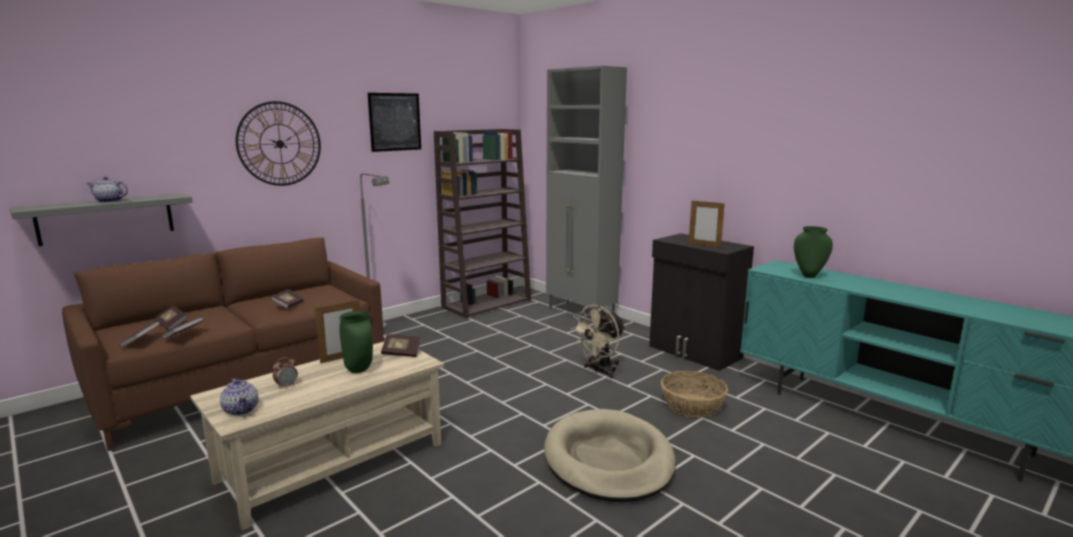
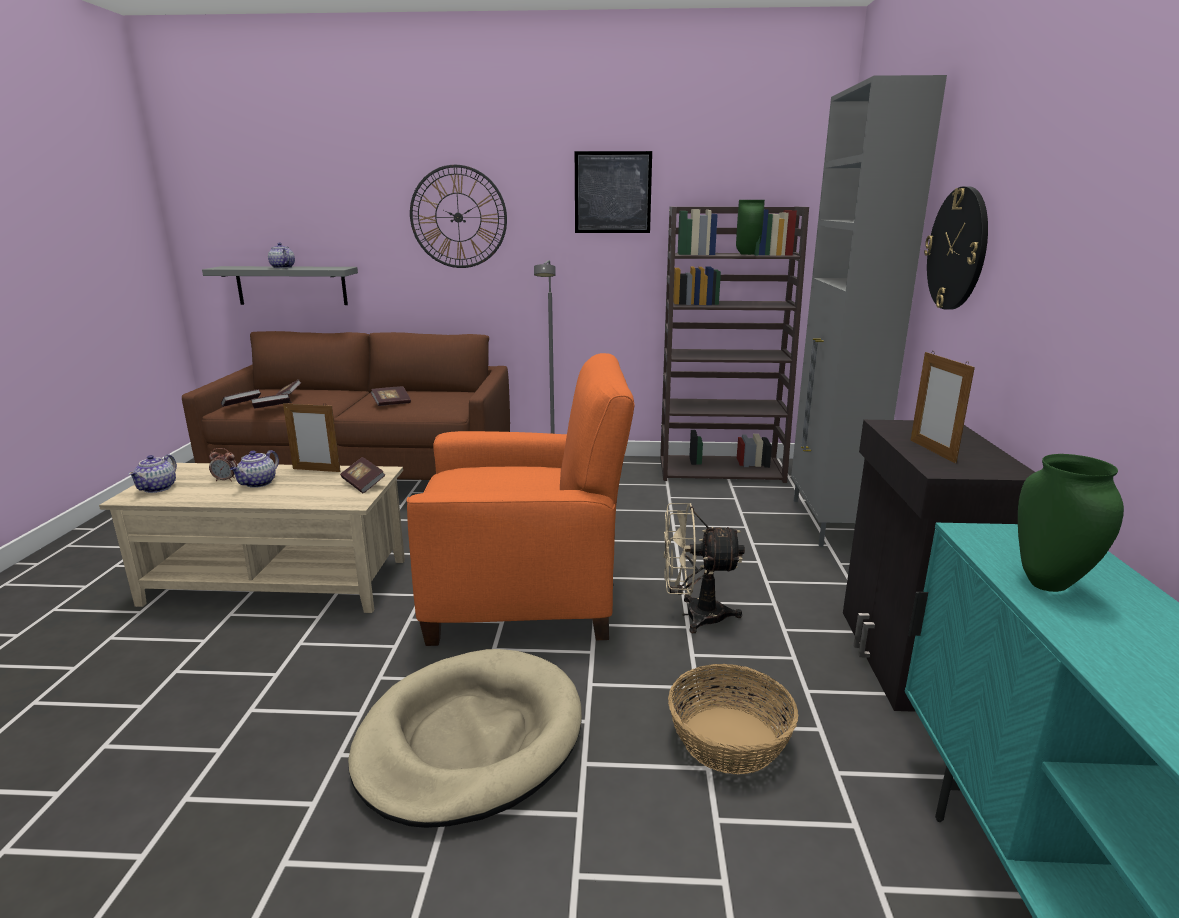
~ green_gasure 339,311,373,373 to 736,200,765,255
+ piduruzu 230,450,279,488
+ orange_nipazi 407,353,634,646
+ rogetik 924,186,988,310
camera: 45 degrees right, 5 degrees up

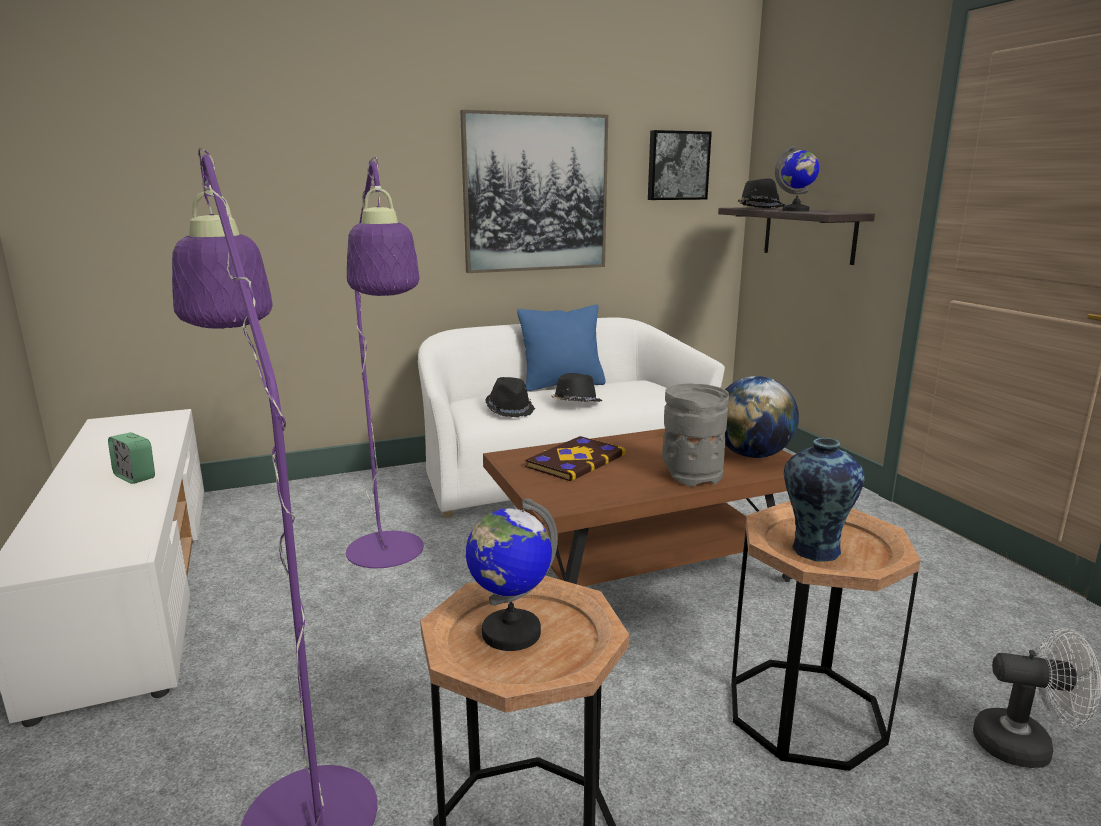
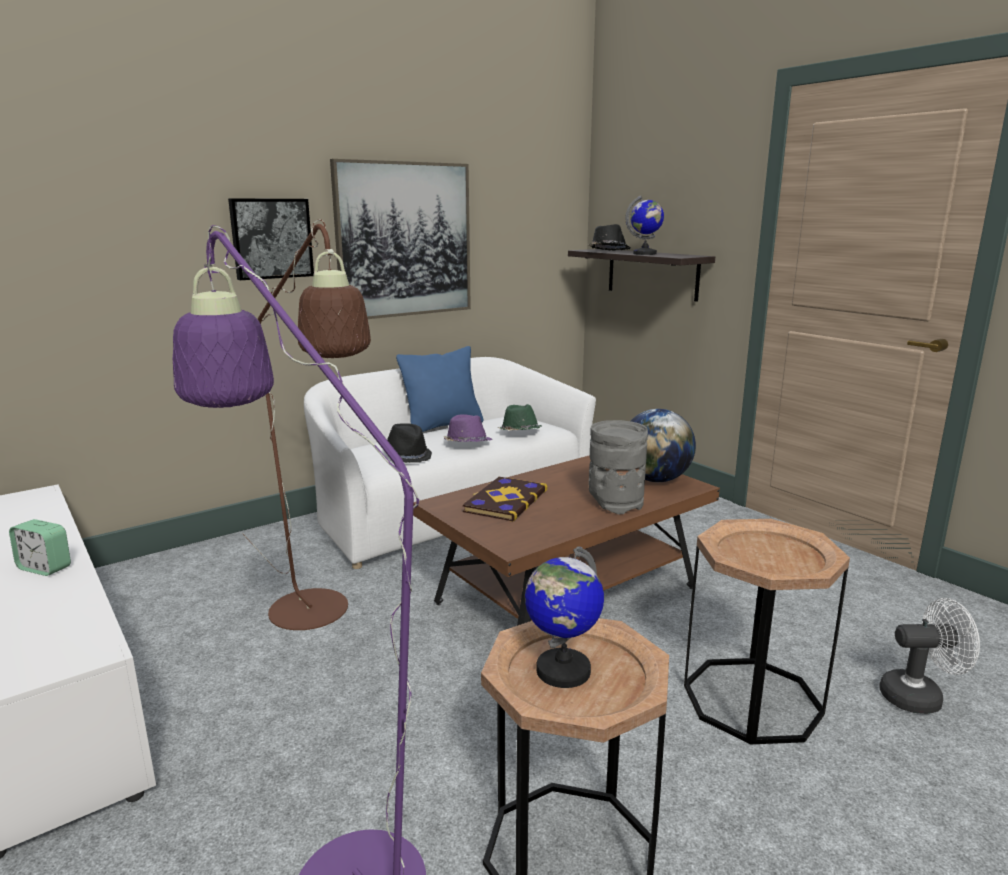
~ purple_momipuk 346,157,424,568 to brown_momipuk 242,219,371,630
~ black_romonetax 551,373,602,402 to purple_romonetax 444,414,492,442
~ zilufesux 648,130,712,200 to 228,198,314,280
- gasure 784,438,865,562
+ green_romonetax 498,404,542,431
camera: 15 degrees left, 0 degrees up

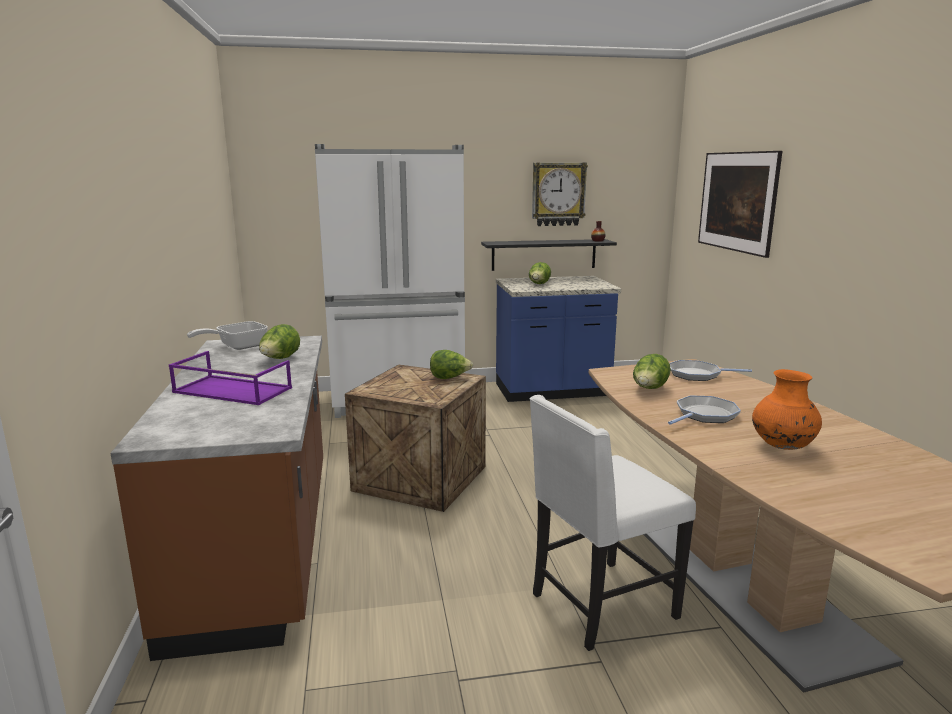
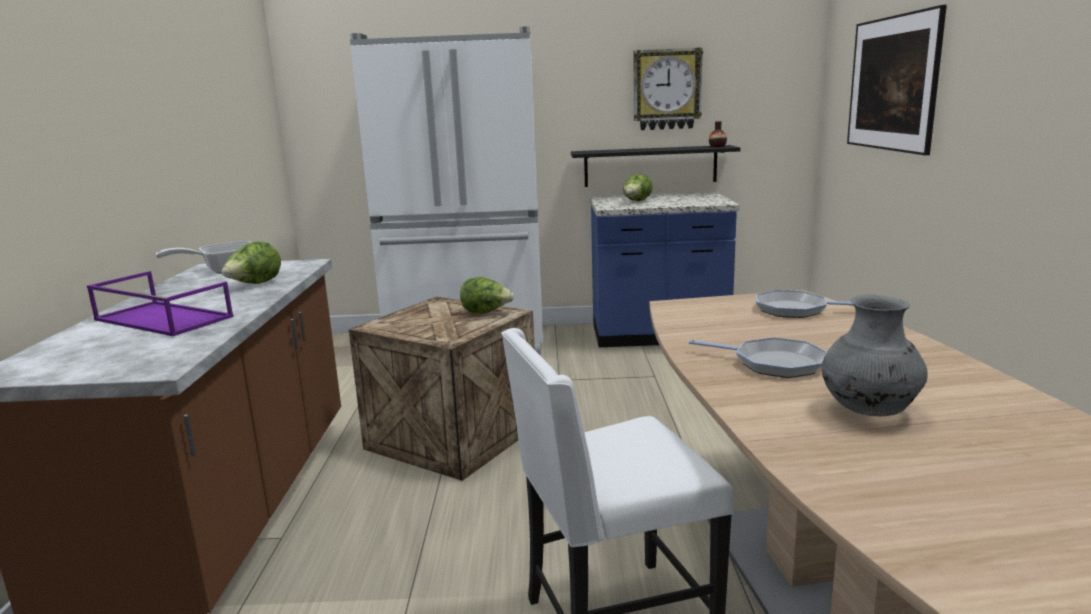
- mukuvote 633,354,671,389
~ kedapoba 668,396,741,425 = 689,337,827,378 60 degrees clockwise
~ orange_gasure 752,369,822,450 to grey_gasure 822,294,927,416
camera: 10 degrees right, 0 degrees up

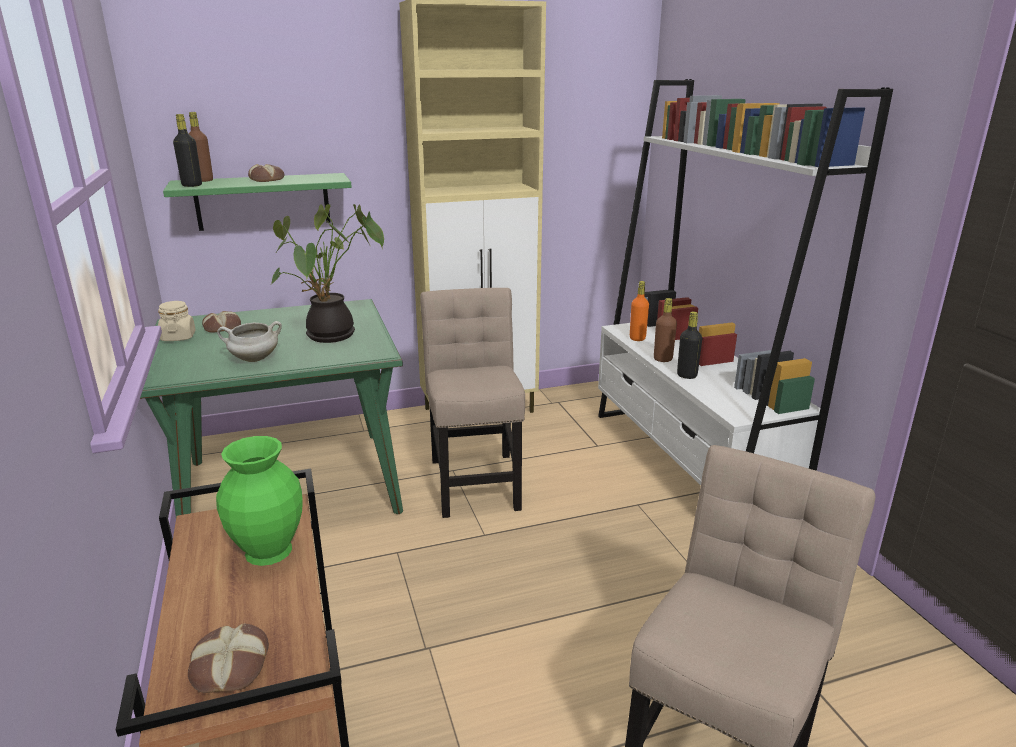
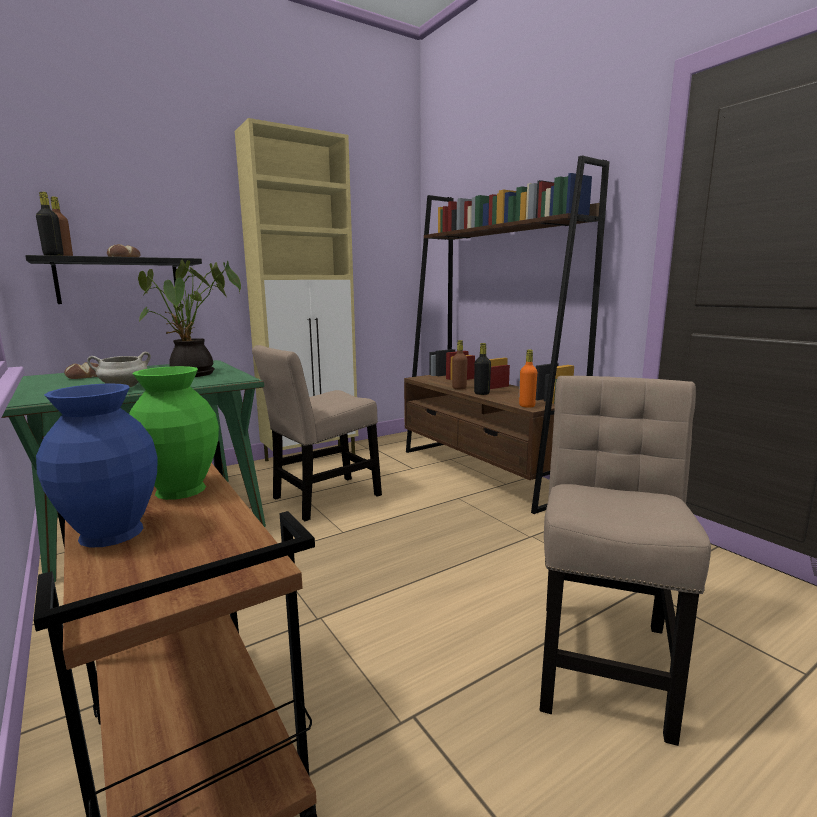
- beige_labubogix 158,301,196,341
~ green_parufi 163,173,352,231 to black_parufi 25,255,202,304
- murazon 188,624,269,693
~ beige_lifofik 420,288,525,518 = 252,345,382,521 105 degrees counterclockwise
~ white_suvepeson 598,79,893,485 to brown_suvepeson 404,155,609,514
~ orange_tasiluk 630,281,649,341 to 519,349,537,408
+ blue_gasure 36,383,158,548
camera: 15 degrees left, 10 degrees down

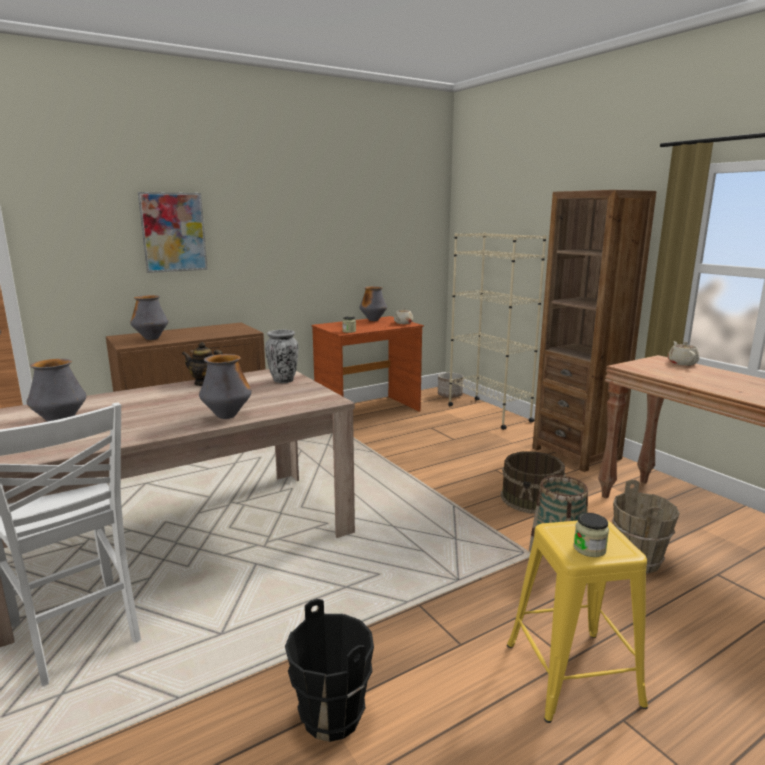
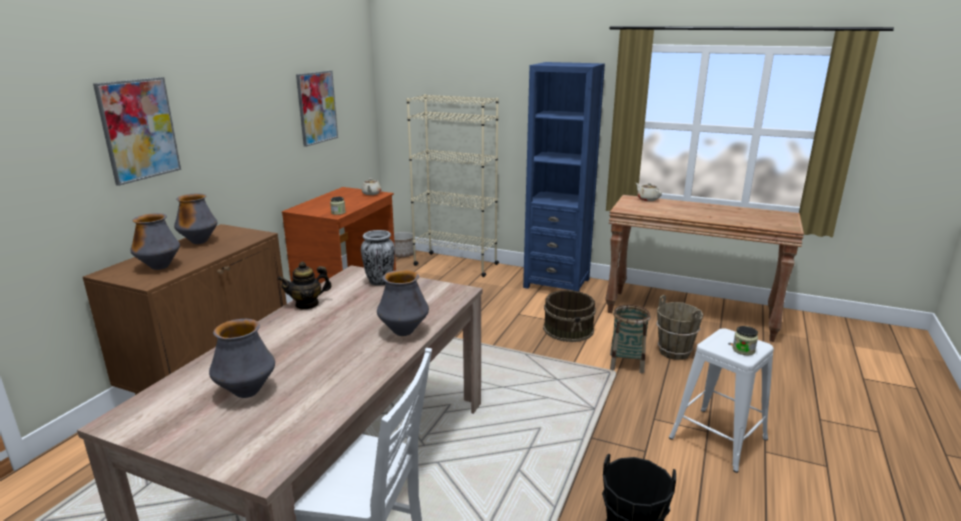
~ gasure 359,286,387,321 to 174,193,218,244
~ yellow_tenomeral 507,520,648,723 to white_tenomeral 669,328,774,473
~ brown_suvepeson 532,190,657,472 to blue_suvepeson 523,62,605,292
+ zilufesux 296,70,338,147
camera: 35 degrees left, 5 degrees up

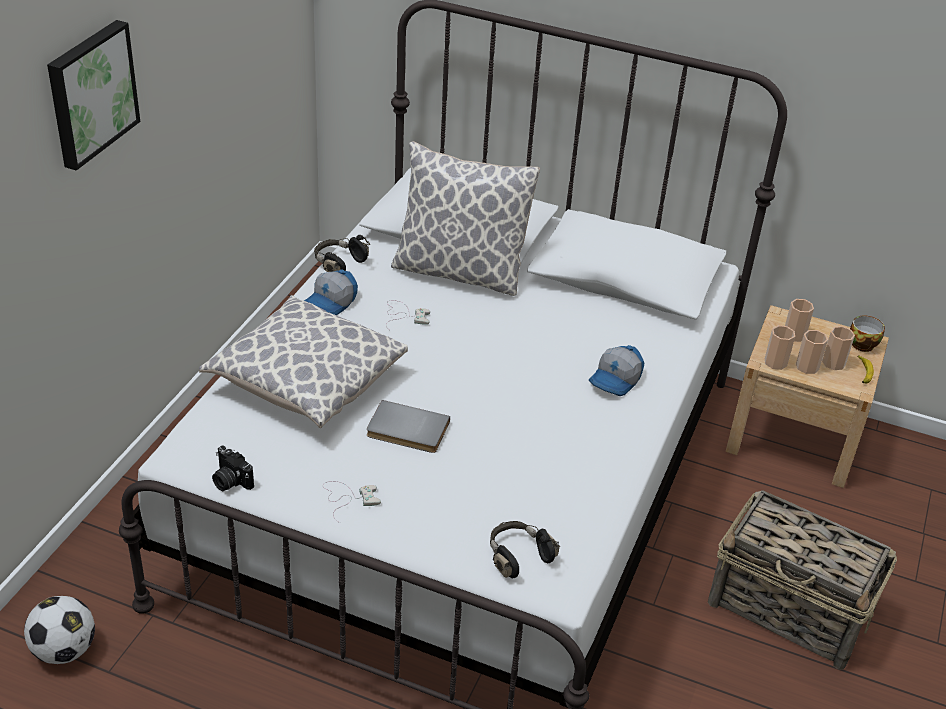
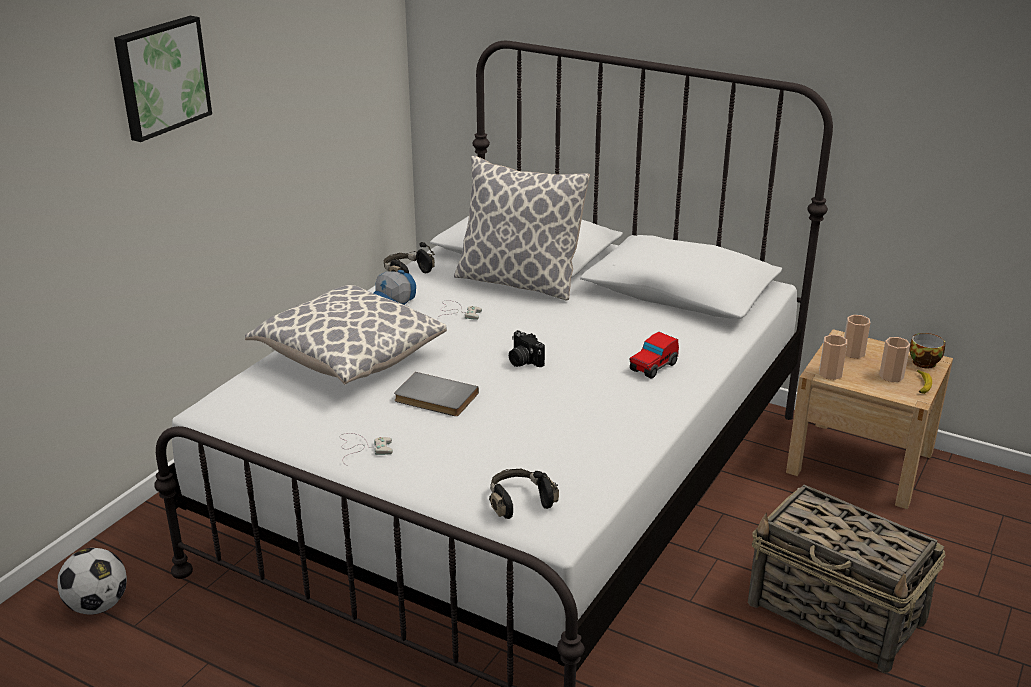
~ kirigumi 212,446,254,491 to 509,330,545,367
~ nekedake 589,345,644,396 to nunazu 629,332,679,379
- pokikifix 796,330,828,374
camera: 10 degrees right, 10 degrees down

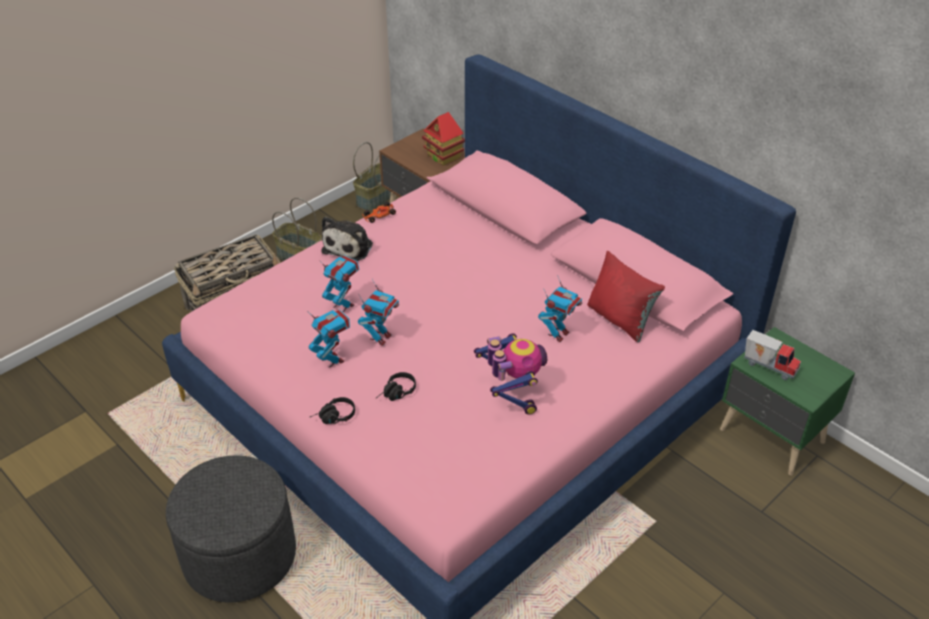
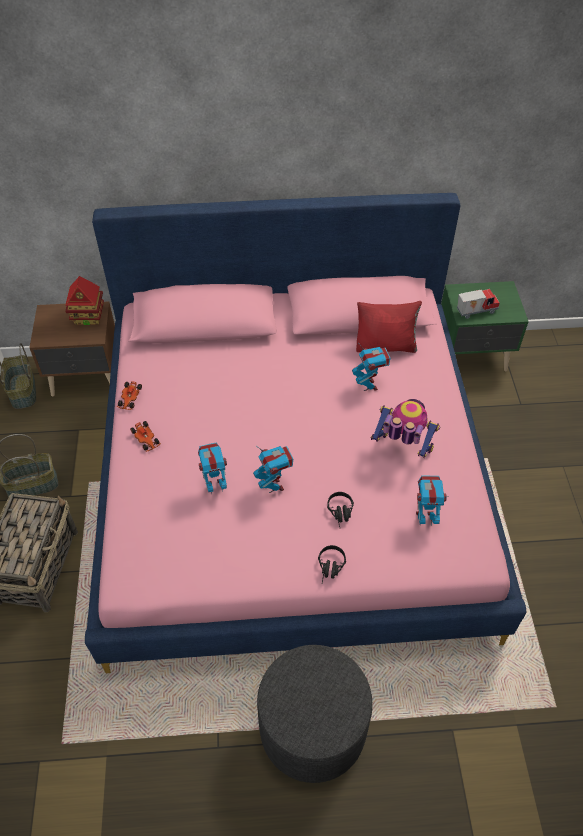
~ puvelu 307,309,350,368 to 416,476,449,525
~ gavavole 321,217,373,261 to nunazu 130,421,161,452
camera: 50 degrees left, 10 degrees up

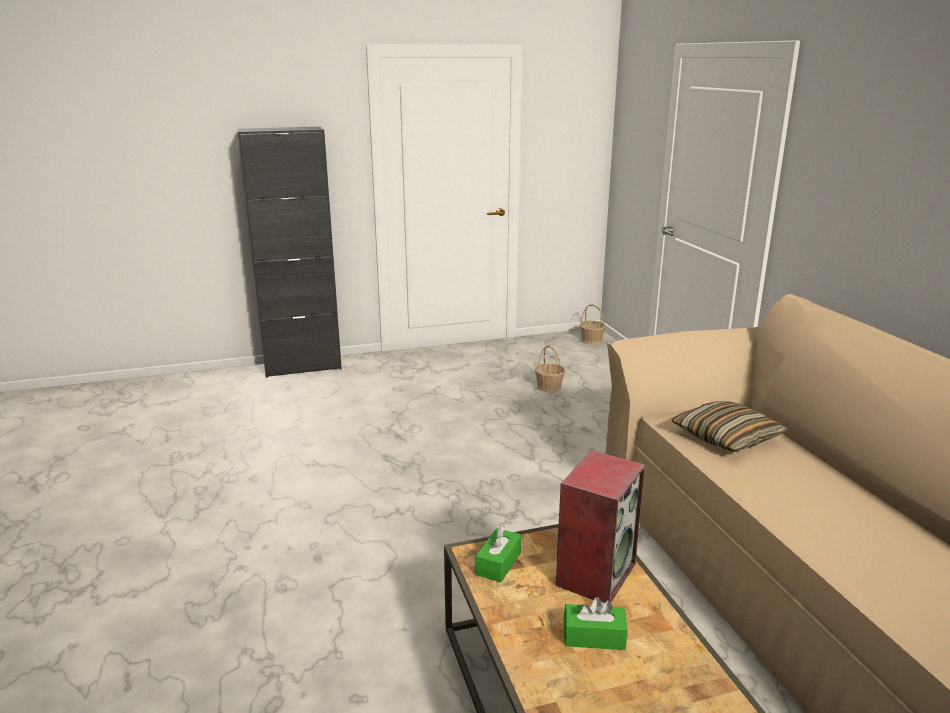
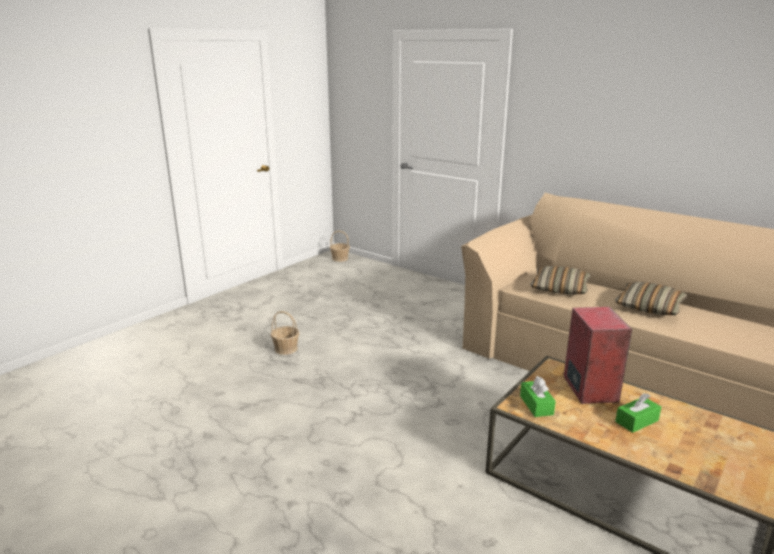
- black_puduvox 237,127,342,378
~ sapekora 535,345,565,393 to 271,311,299,355
+ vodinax 615,282,687,315
camera: 35 degrees left, 0 degrees up

